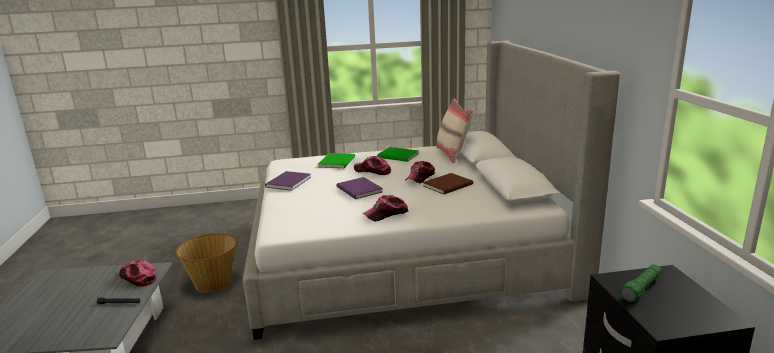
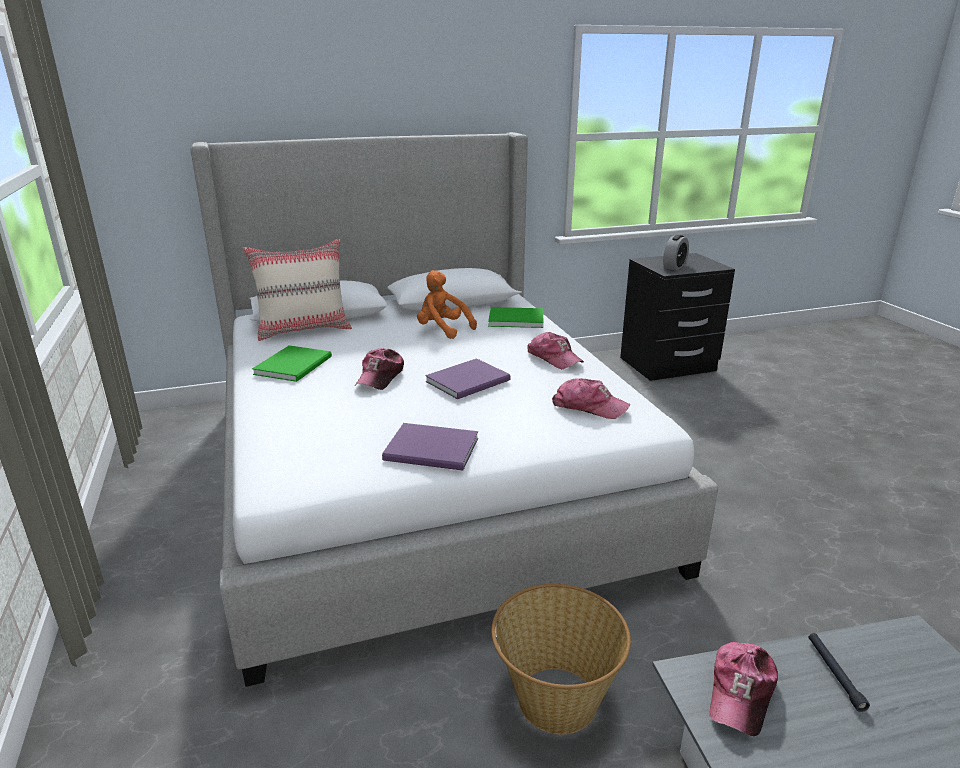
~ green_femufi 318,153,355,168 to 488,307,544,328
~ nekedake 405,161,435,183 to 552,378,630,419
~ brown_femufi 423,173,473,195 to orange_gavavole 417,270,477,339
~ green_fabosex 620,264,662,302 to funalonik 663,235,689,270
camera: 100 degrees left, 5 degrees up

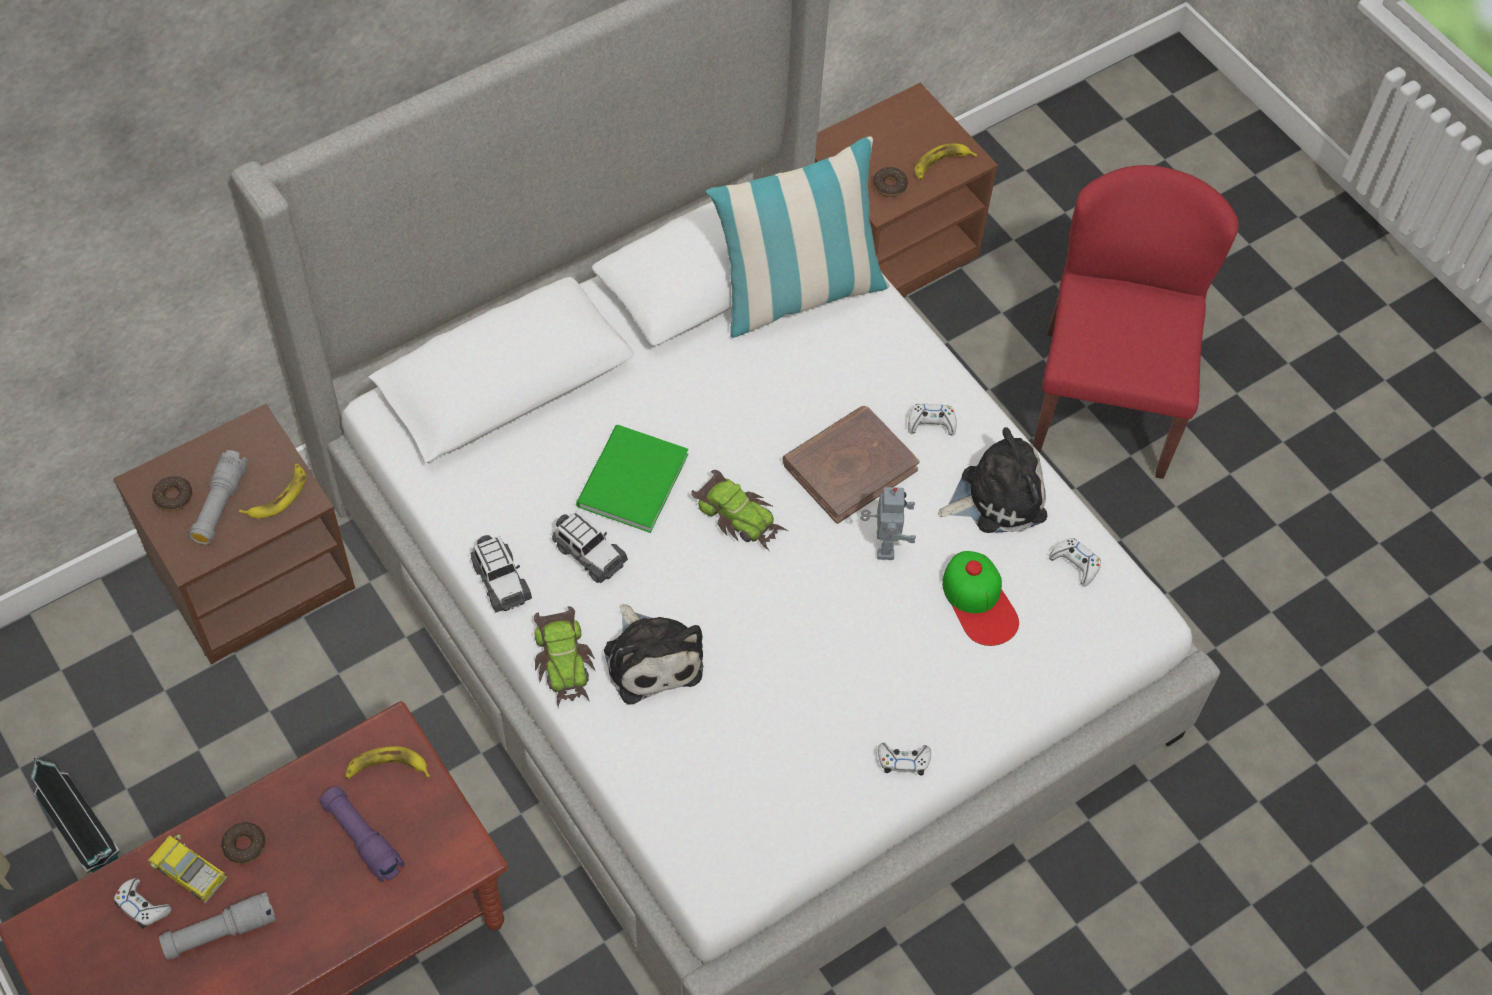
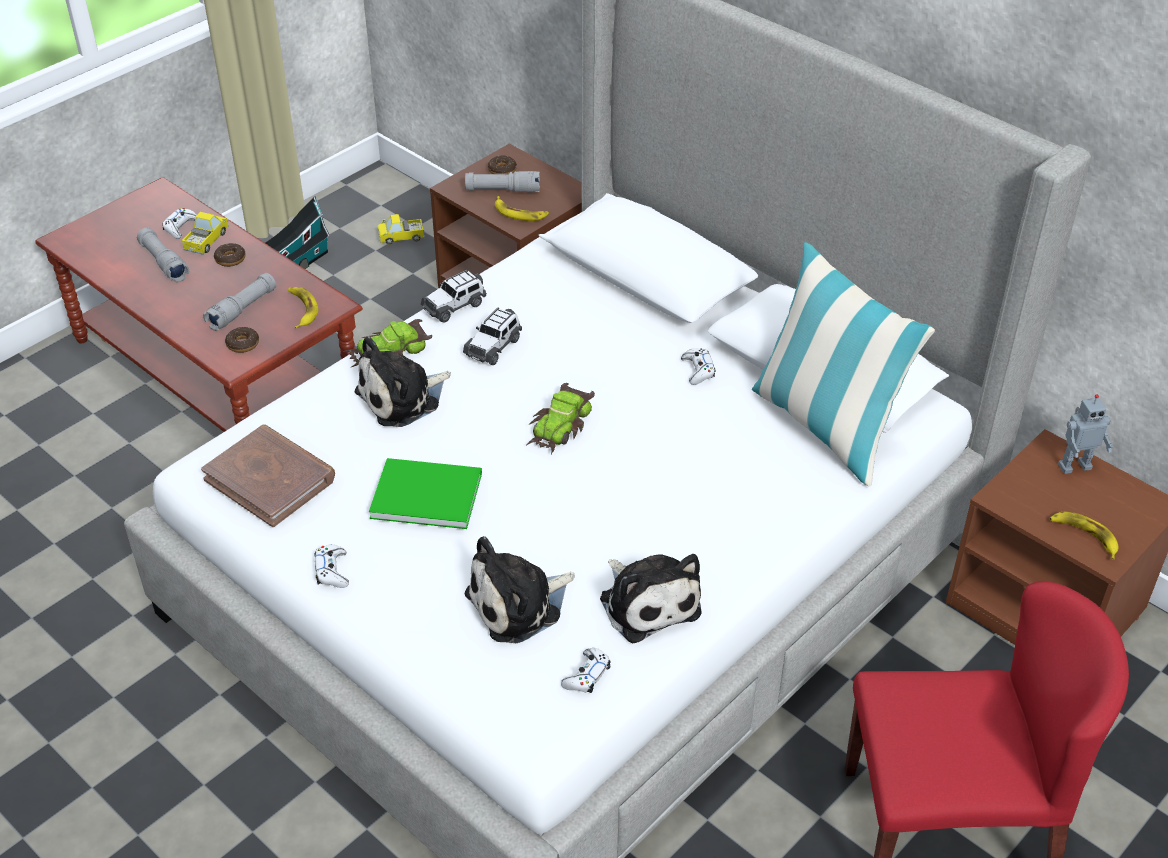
~ purple_fabosex 320,786,405,882 to grey_fabosex 203,273,276,331
~ green_femufi 576,425,689,533 to 369,458,482,529
~ brown_femufi 782,406,920,524 to 201,424,335,527
~ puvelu 860,487,916,560 to 1058,394,1113,474
~ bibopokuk 873,167,908,197 to 225,327,259,353
~ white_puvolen 908,404,957,436 to 681,348,716,385
~ nekedake 942,551,1019,646 to gavavole 465,536,575,643
+ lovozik 378,214,425,245
camera: 80 degrees right, 15 degrees down

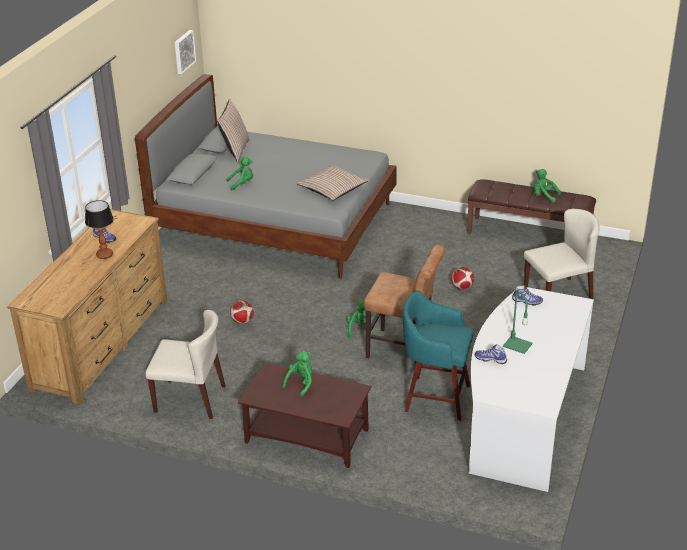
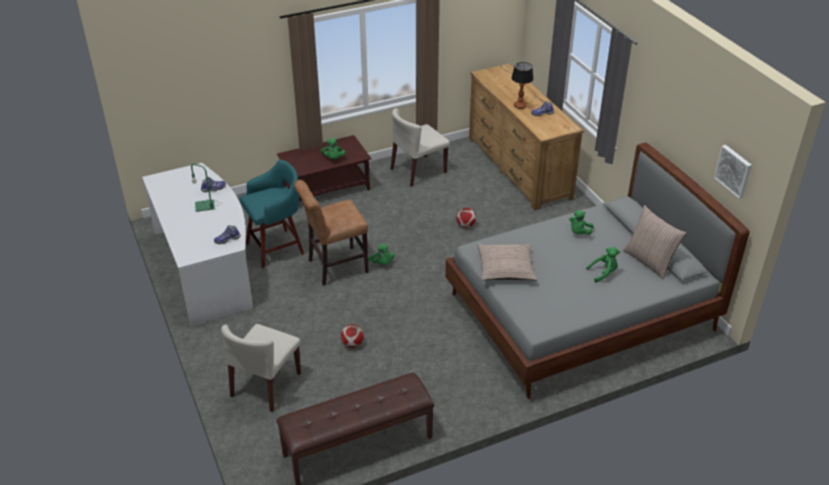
~ green_gavavole 534,169,561,203 to 586,247,620,283
camera: 135 degrees right, 5 degrees up

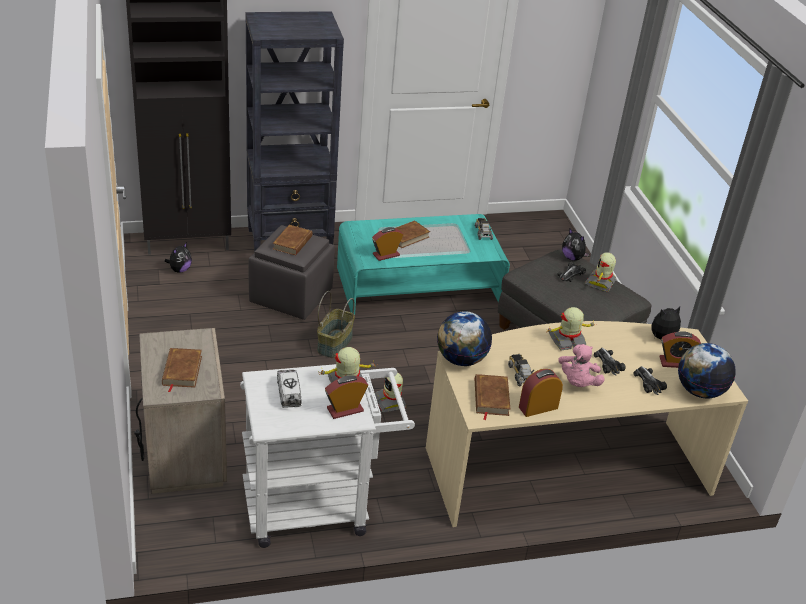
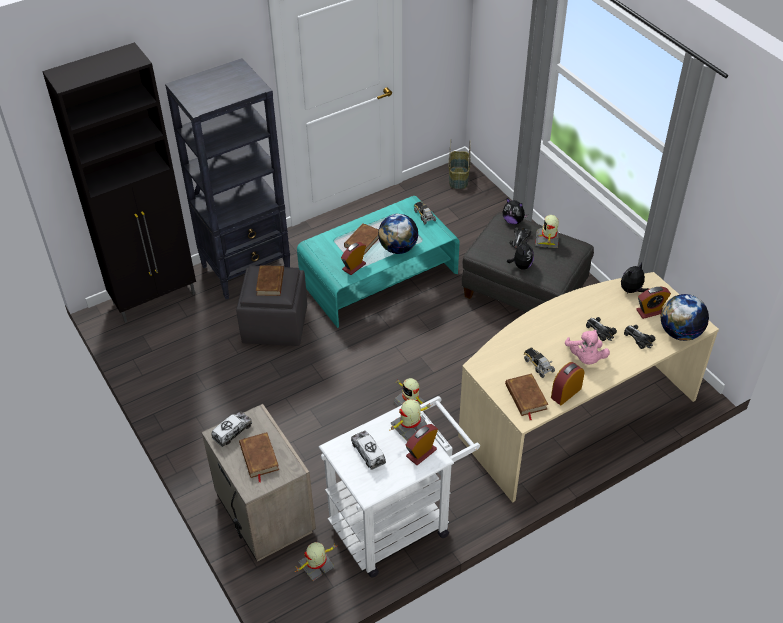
~ gavavole 165,242,192,273 to 507,239,534,270
~ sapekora 317,291,355,358 to 449,139,471,189
~ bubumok 437,311,492,366 to 378,214,418,254
~ puvelu 546,307,597,350 to 295,542,337,581
+ lovozik 211,411,252,447
camera: 15 degrees left, 10 degrees up

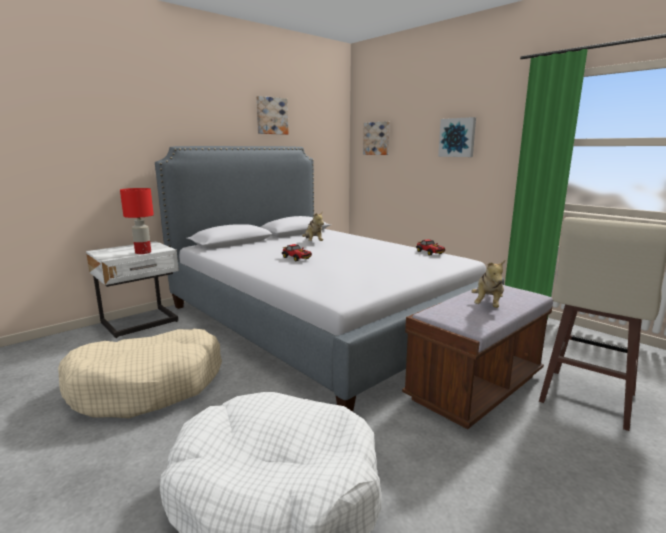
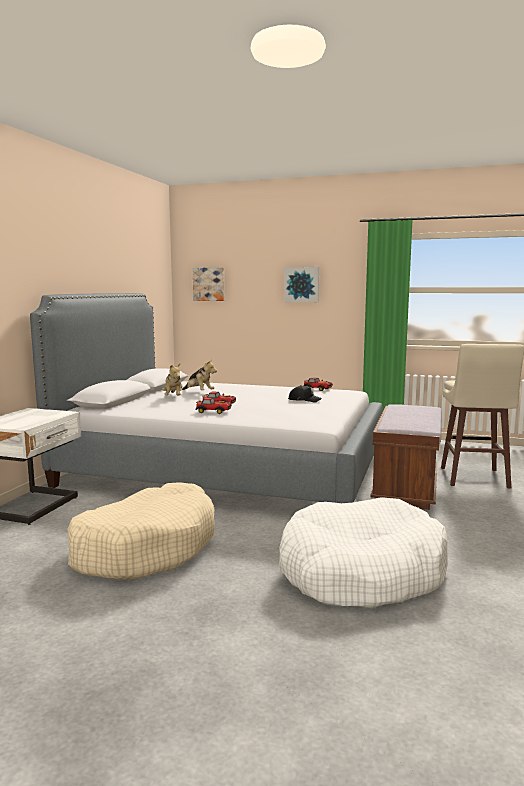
- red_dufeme 120,188,154,254
- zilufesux 256,96,289,135
~ gavavole 472,260,505,308 to 162,364,182,396
+ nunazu 196,397,232,414
+ black_nekedake 288,385,322,403
camera: 30 degrees left, 5 degrees down

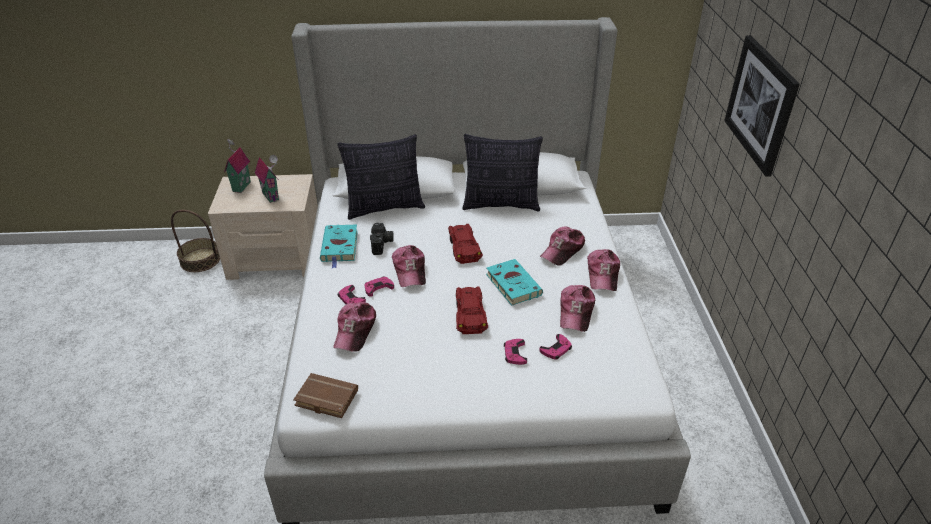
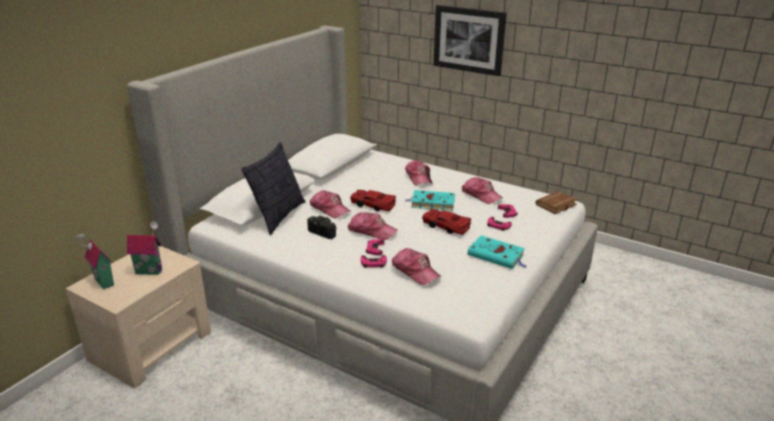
- sapekora 171,210,220,272
~ brown_femufi 293,373,358,418 to 535,191,578,214
~ turquoise_femufi 320,224,358,268 to 468,235,526,269
- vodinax 462,134,543,211
~ nekedake 587,249,620,291 to 310,190,350,218
camera: 55 degrees left, 10 degrees down

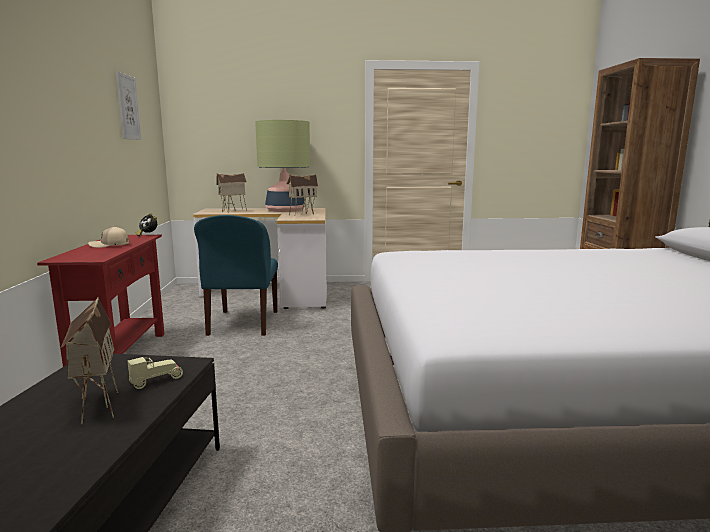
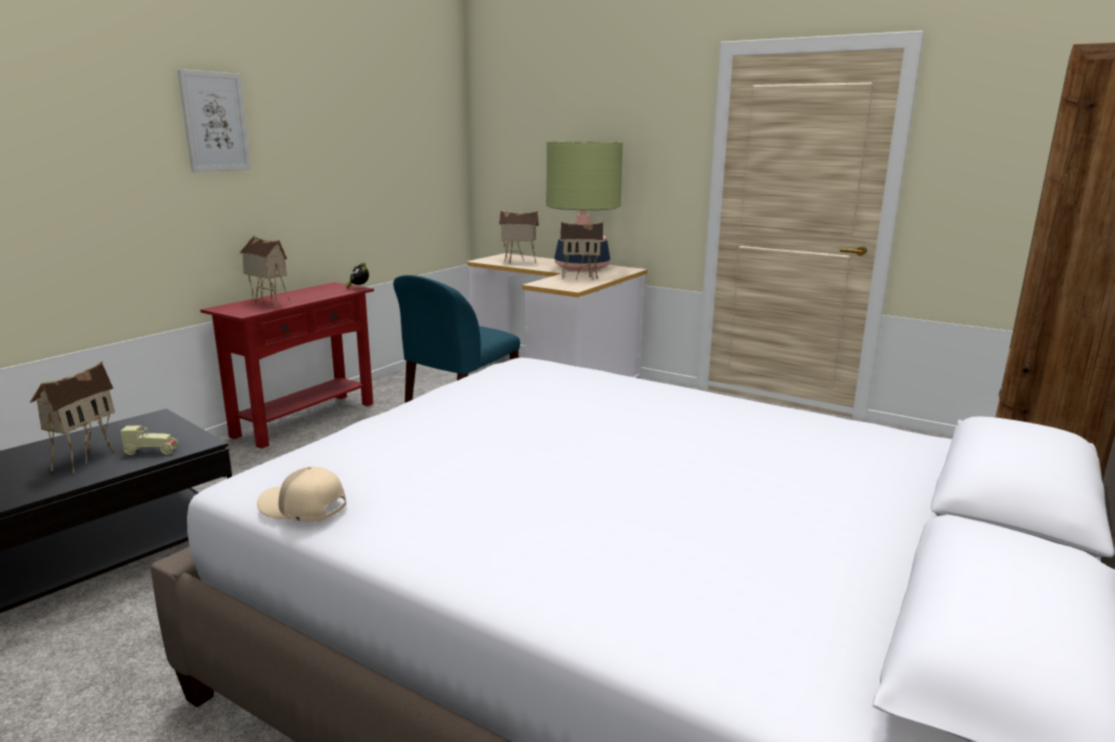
~ beige_nekedake 88,226,129,248 to 257,466,346,522
~ zilufesux 116,71,141,140 to 178,69,251,172
+ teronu 239,235,291,307
camera: 35 degrees right, 5 degrees up

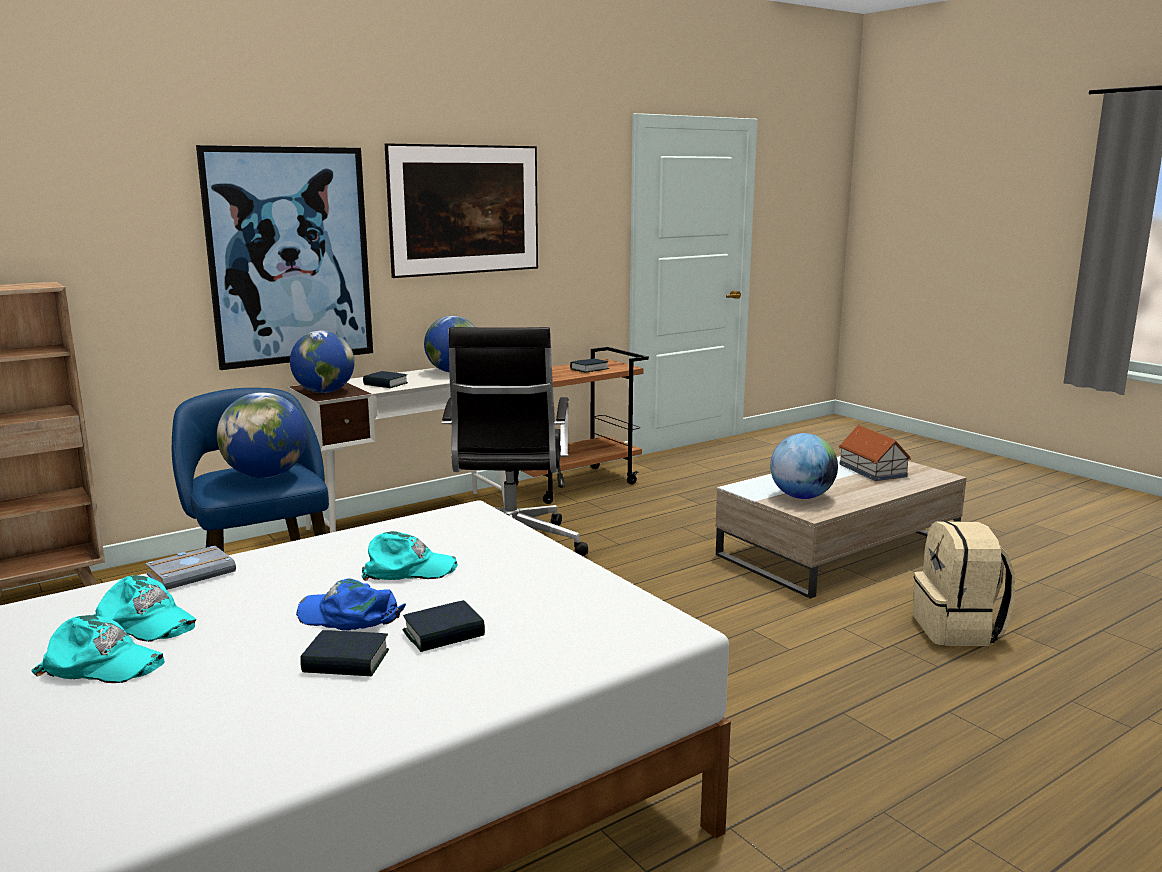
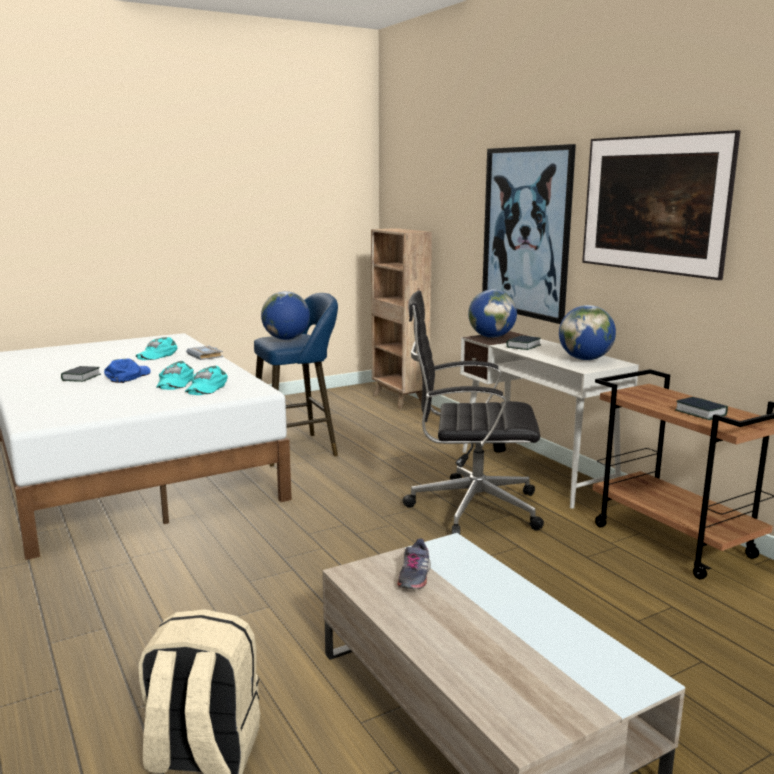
~ turquoise_nekedake 31,615,165,683 to 185,366,228,395
- femufi 403,600,485,652
~ bubumok 770,433,838,499 to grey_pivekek 397,539,431,590
- teronu 839,425,912,481
camera: 95 degrees right, 0 degrees up

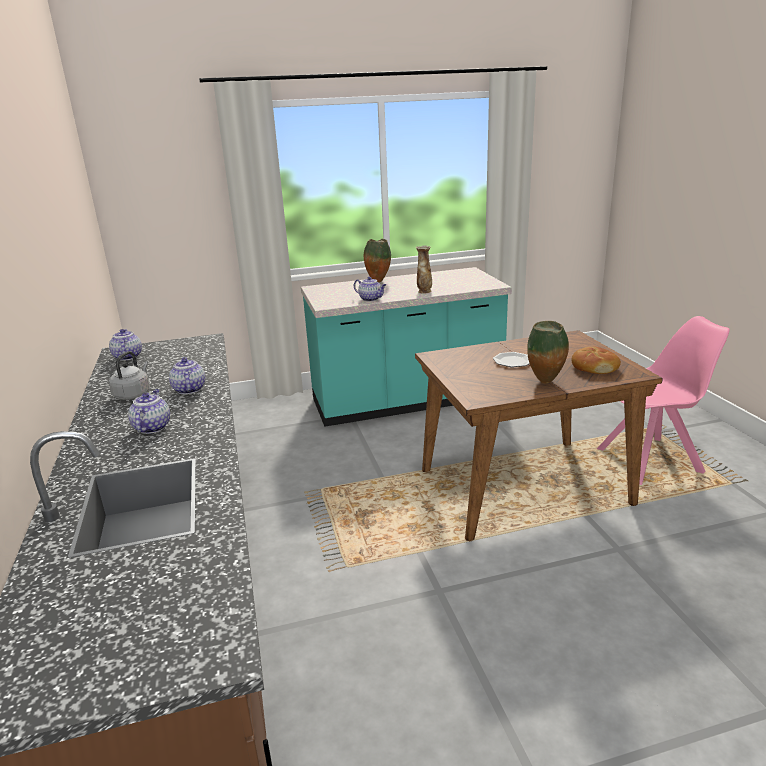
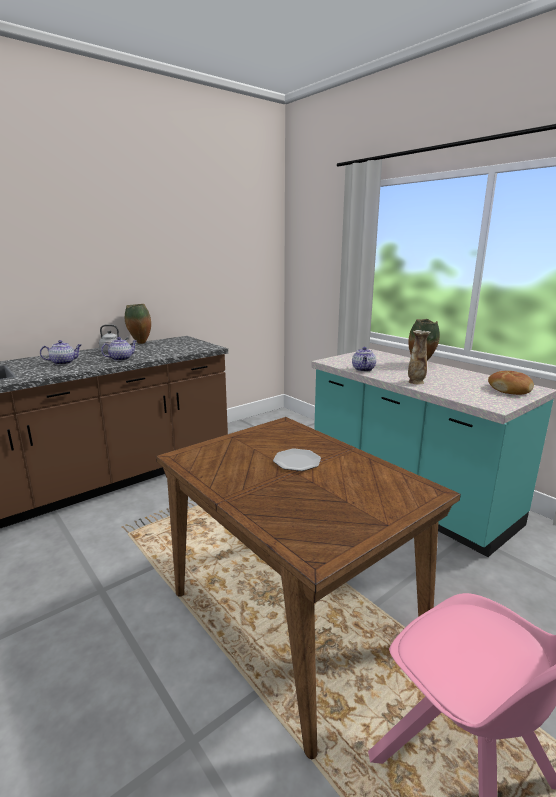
- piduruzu 109,329,142,361
~ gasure 527,321,569,384 to 125,304,151,344
~ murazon 571,347,621,374 to 488,371,534,395
camera: 65 degrees right, 5 degrees down

